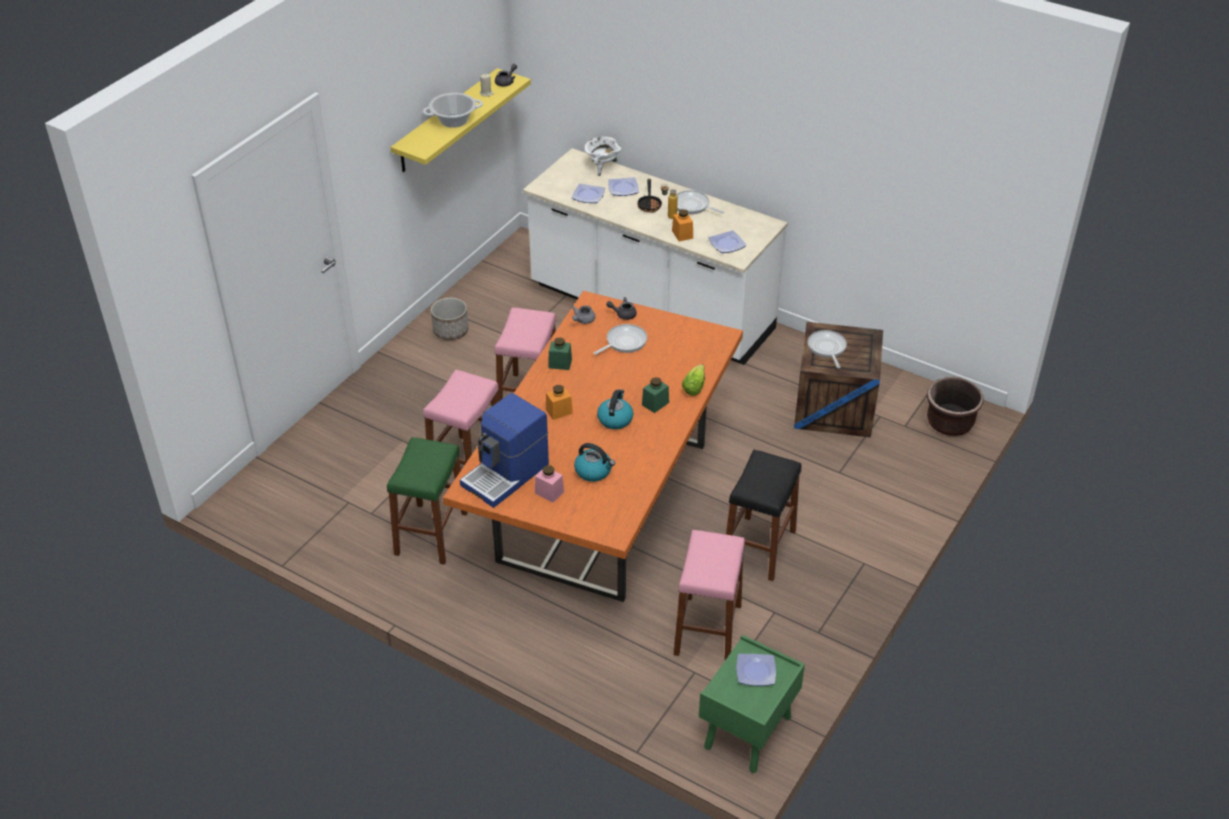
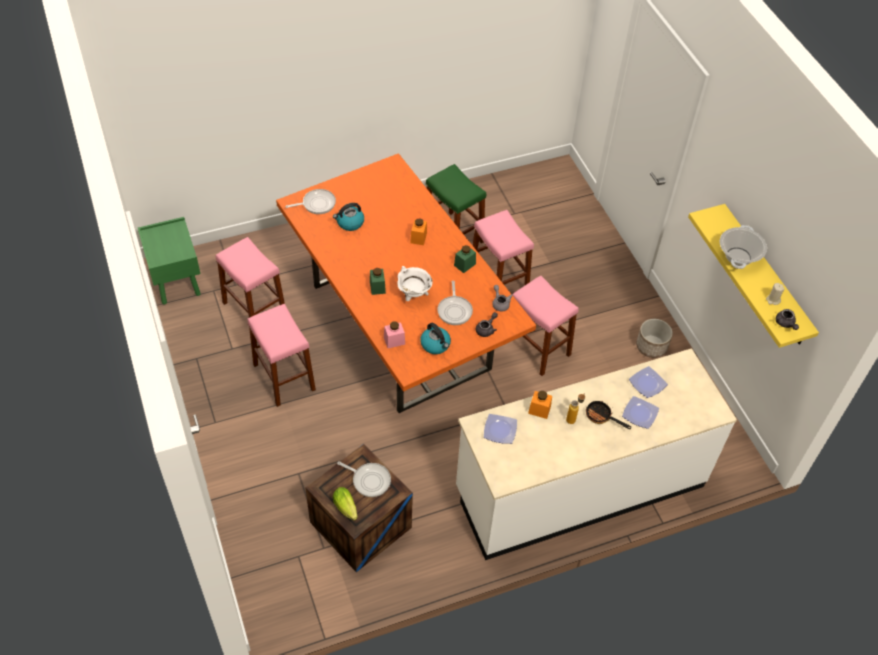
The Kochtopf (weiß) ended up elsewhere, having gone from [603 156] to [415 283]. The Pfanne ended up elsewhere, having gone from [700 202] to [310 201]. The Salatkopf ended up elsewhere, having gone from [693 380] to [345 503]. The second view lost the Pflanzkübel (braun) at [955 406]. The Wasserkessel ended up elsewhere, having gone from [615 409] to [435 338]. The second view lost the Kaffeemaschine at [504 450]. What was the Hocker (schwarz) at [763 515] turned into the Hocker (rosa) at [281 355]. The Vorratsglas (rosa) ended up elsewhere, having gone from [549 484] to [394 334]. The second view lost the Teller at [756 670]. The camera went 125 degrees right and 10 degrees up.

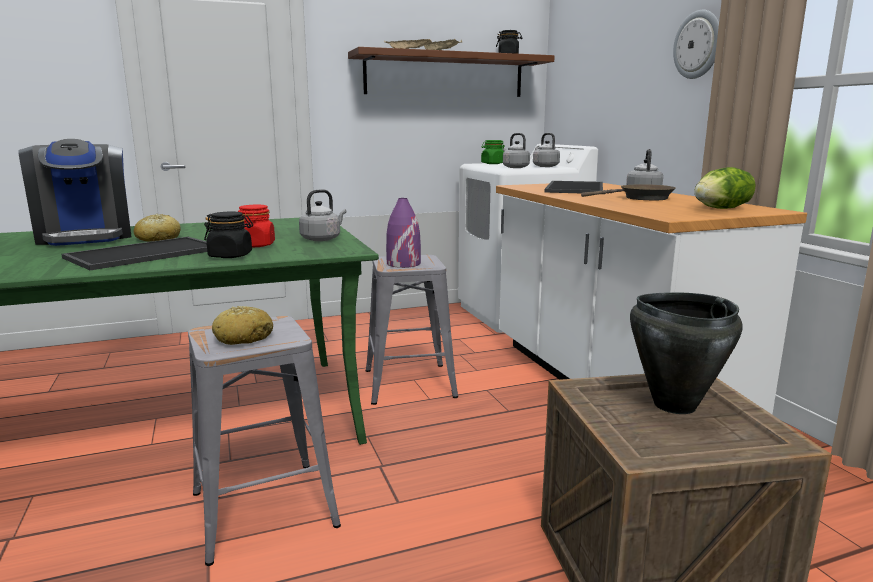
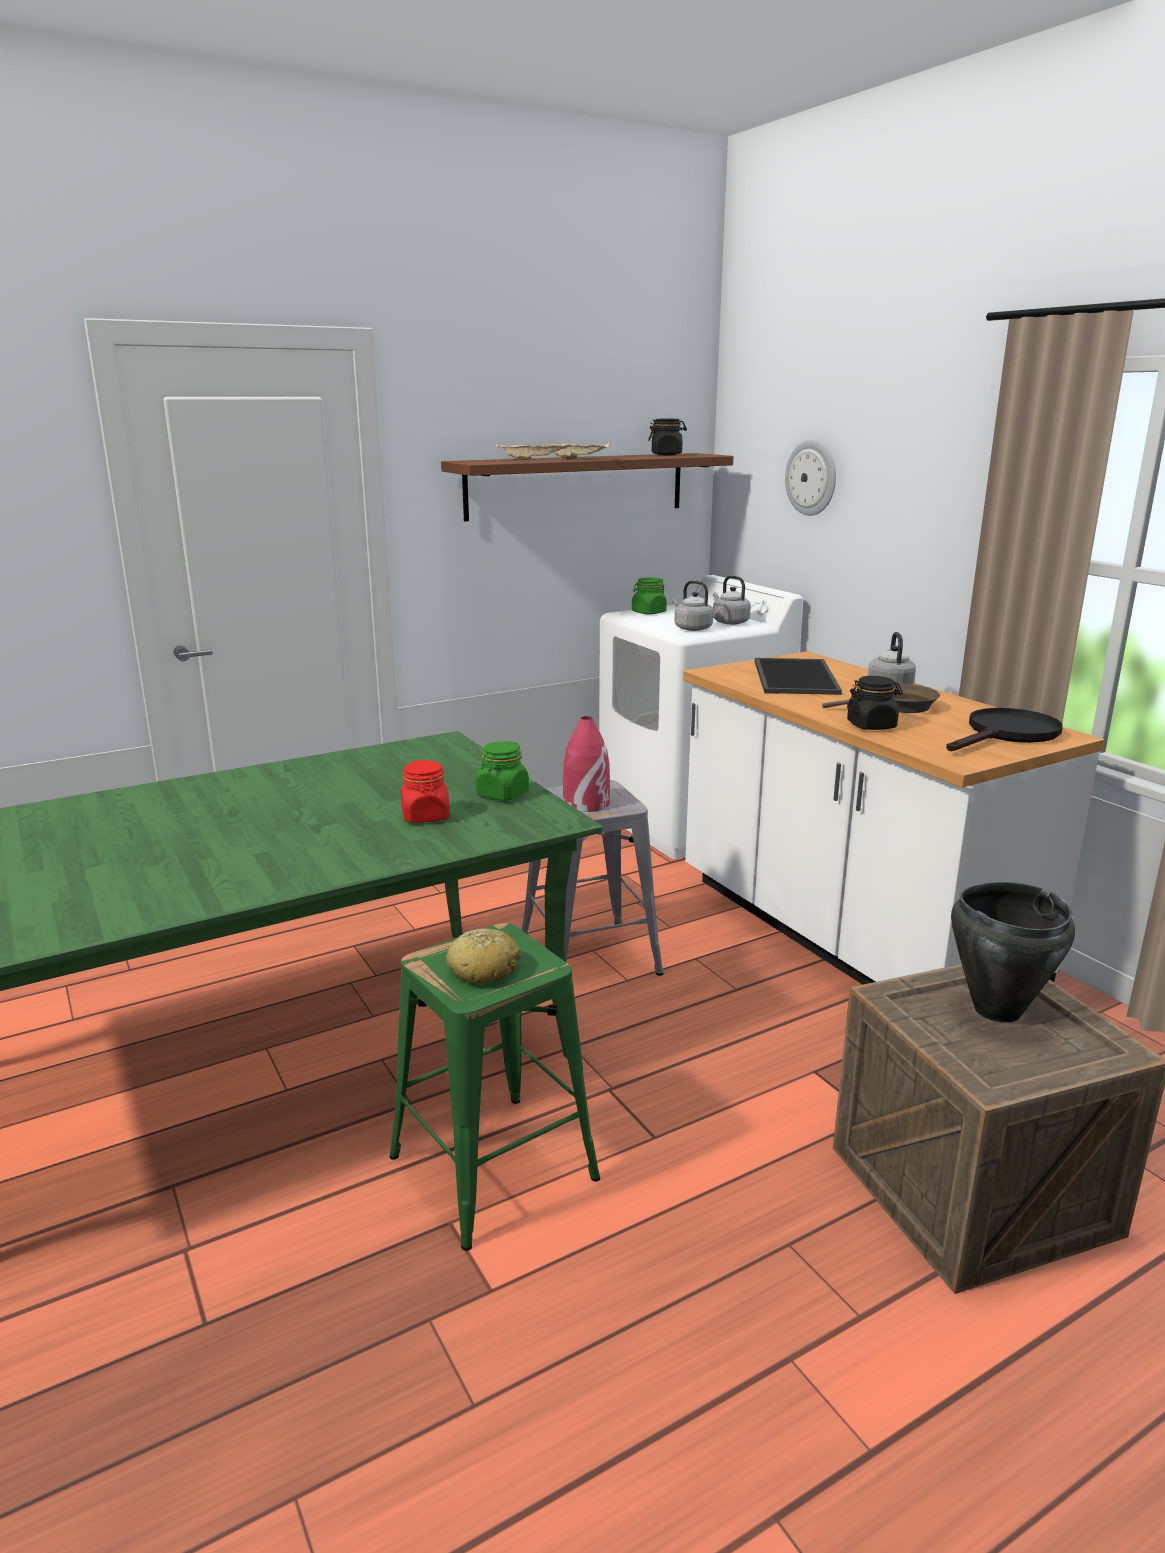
The Wanduhr ended up elsewhere, having gone from [696 44] to [810 478]. The second view lost the Kaffeemaschine at [75 192]. Where the Salatkopf stood at [725 188], the Pfanne (schwarz) came to stand at [1004 729]. Where the Wasserkessel (grau) stood at [323 215], the Vorratsglas (grün) came to stand at [502 771]. What was the Vase (lila) at [403 233] turned into the Vase (rot) at [586 764]. The Vorratsglas (schwarz) ended up elsewhere, having gone from [228 235] to [875 703]. The second view lost the Brot at [157 227]. The second view lost the Tablett at [134 253]. What was the Hocker (grau) at [264 441] turned into the Hocker (grün) at [495 1087]. The camera went 10 degrees left and 5 degrees up.

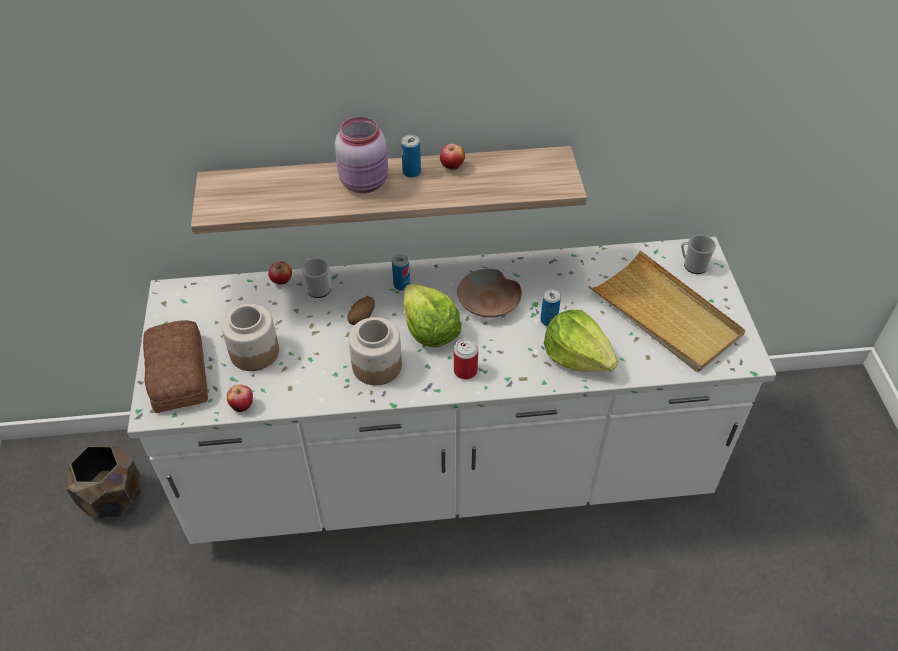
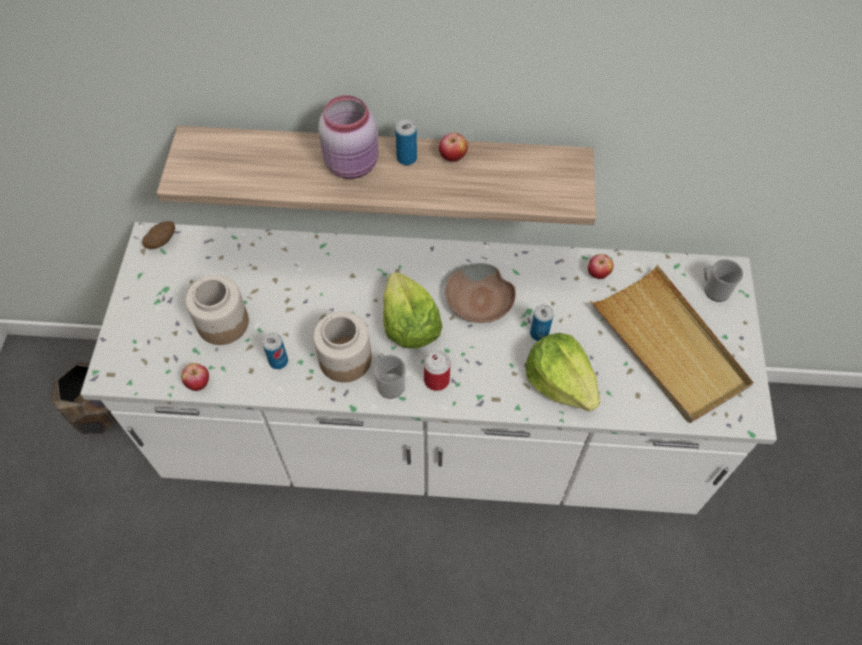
The Dose ended up elsewhere, having gone from [401 272] to [275 351]. The Henkelbecher ended up elsewhere, having gone from [316 278] to [389 376]. The Apfel ended up elsewhere, having gone from [280 273] to [601 266]. The Kartoffel ended up elsewhere, having gone from [361 311] to [158 235]. The second view lost the Brot at [175 366]. The camera went 10 degrees right and 10 degrees up.

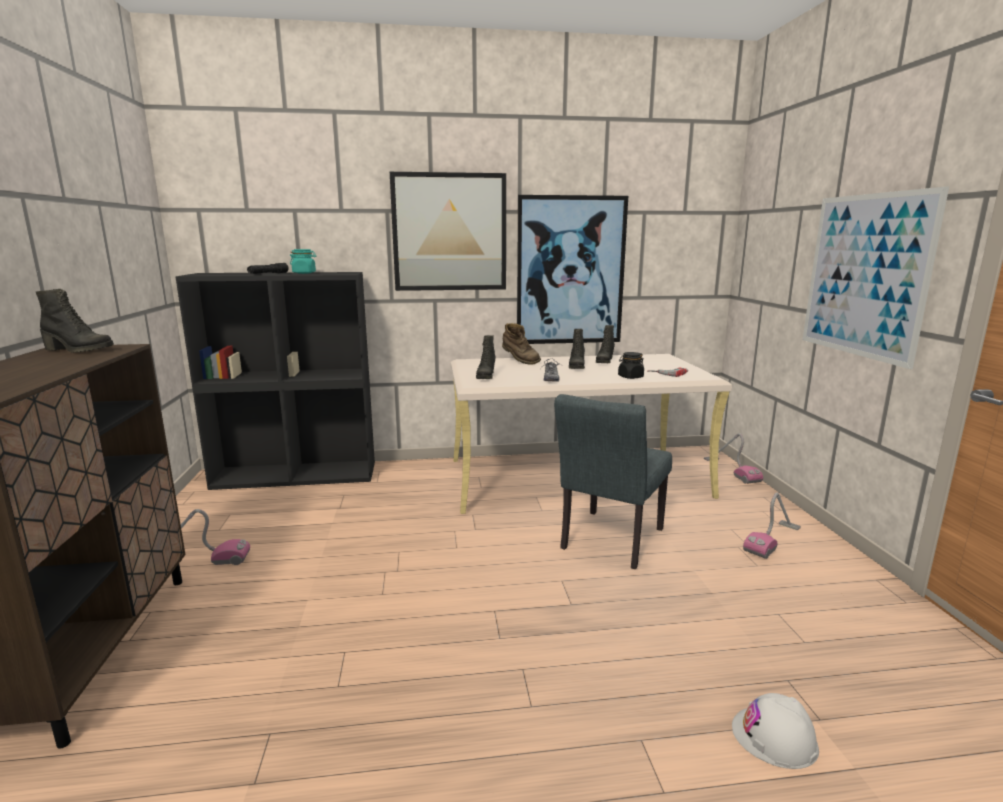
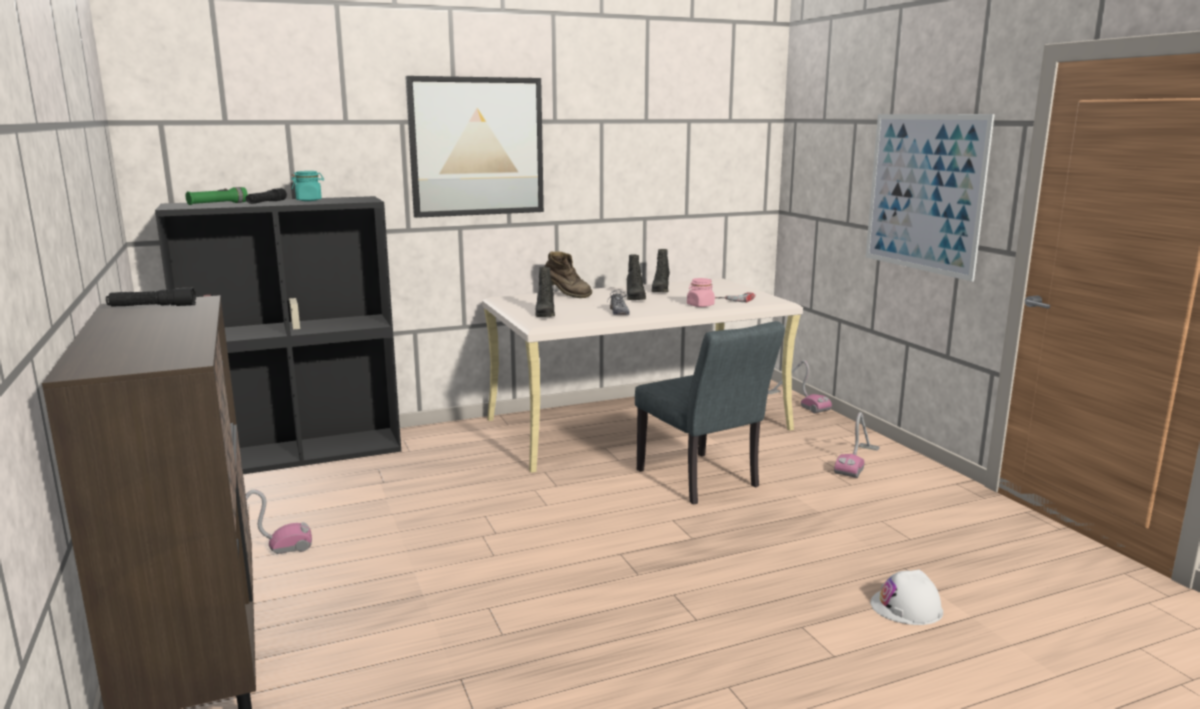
The second view lost the Bild at [572 269]. Where the Stiefel (schwarz) stood at [75 321], the Taschenlampe (schwarz) came to stand at [151 297]. What was the Vorratsglas (schwarz) at [631 365] turned into the Vorratsglas (rosa) at [701 292]. The Stuhl (grau) at [613 481] ended up facing another way, 45 degrees counterclockwise from before. The second view gained the Taschenlampe (grün) at [217 196]. The camera went 15 degrees left and 0 degrees up.

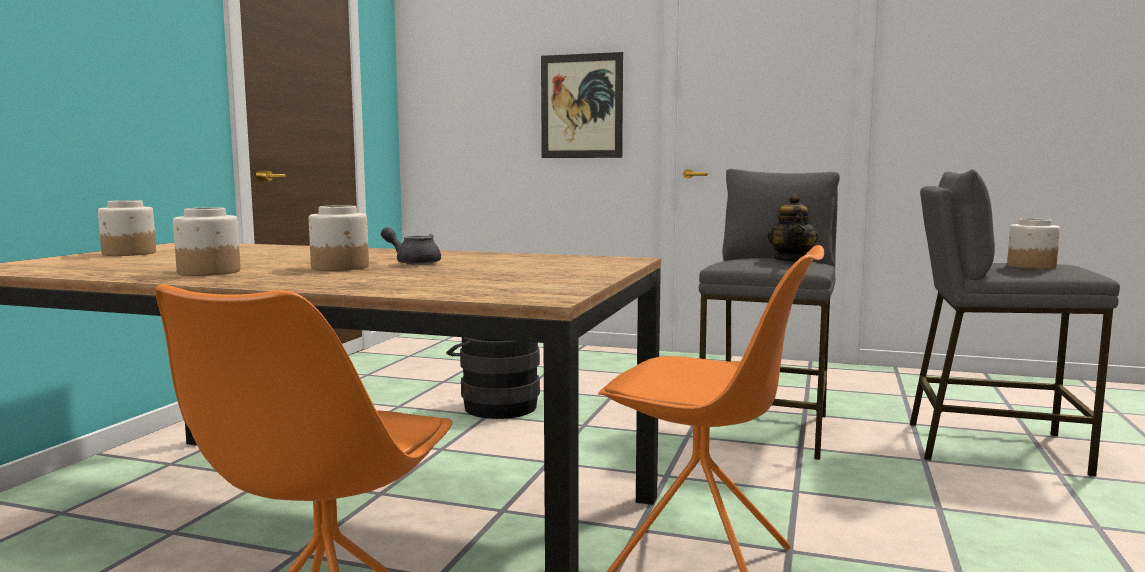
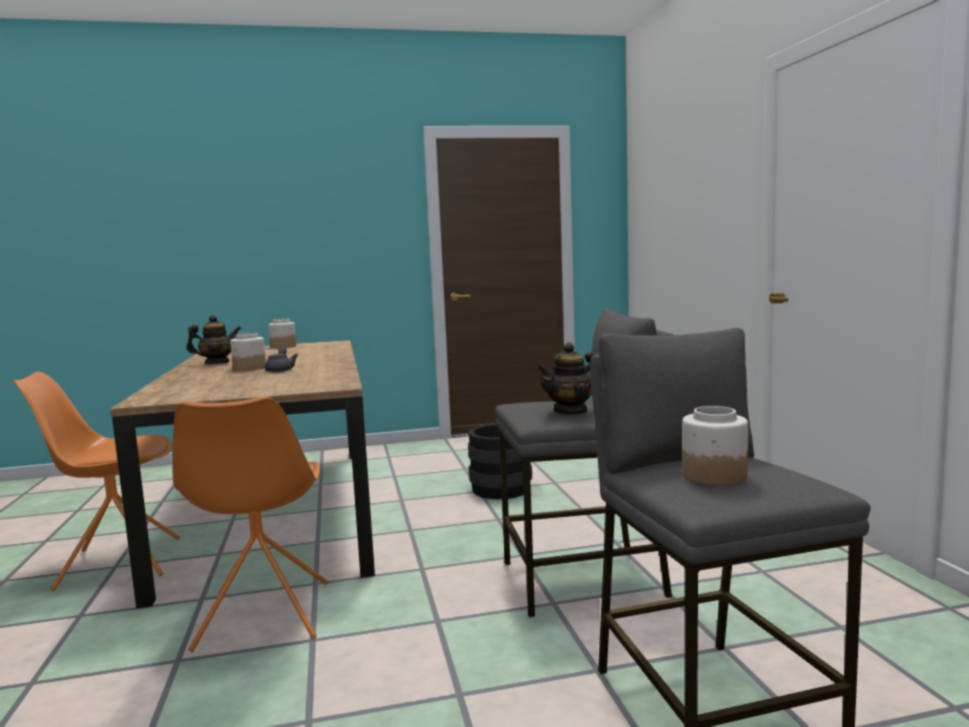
The second view lost the Bild at [582 105]. Where the Vorratsglas stood at [207 241], the Teekanne came to stand at [214 339]. The camera went 60 degrees right and 0 degrees up.

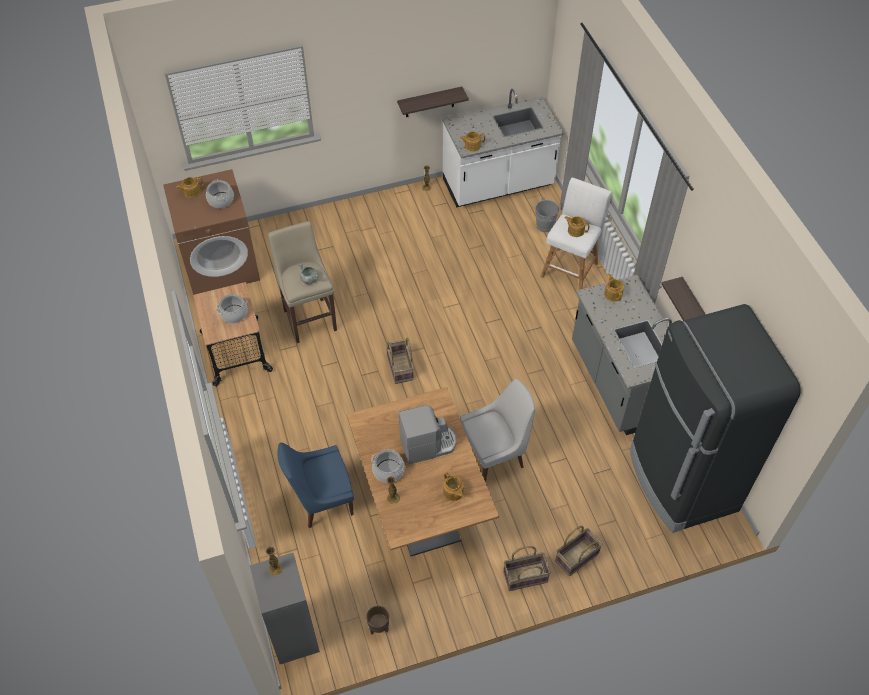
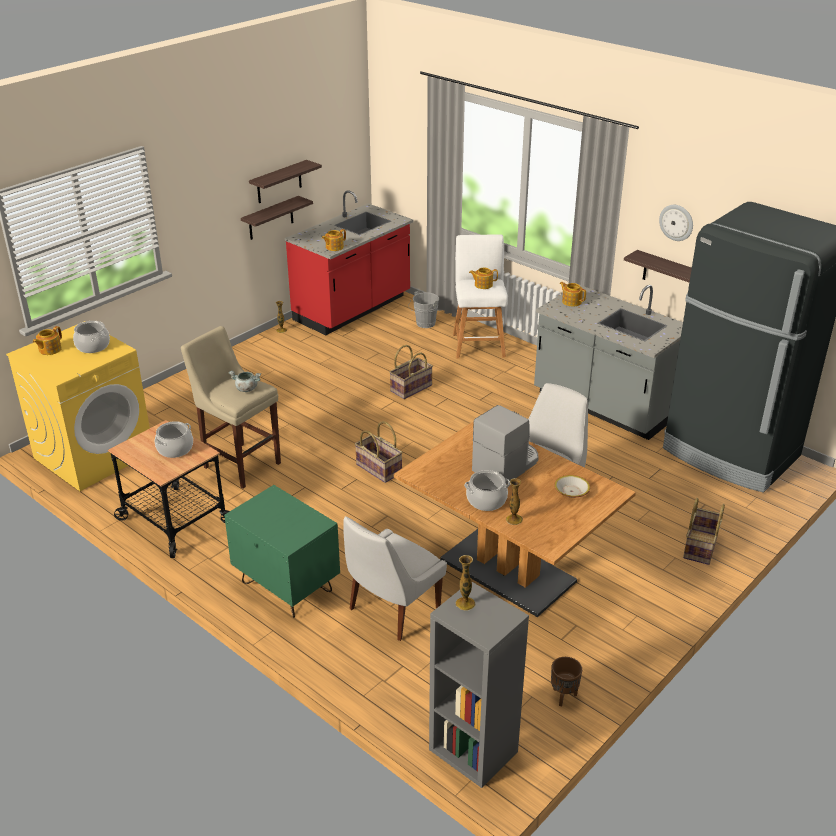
What was the Küchenzeile (weiß) at [503 148] turned into the Küchenzeile (rot) at [349 262]. What was the Waschmaschine (braun) at [211 232] turned into the Waschmaschine (gelb) at [78 406]. What was the Stuhl (blau) at [316 485] turned into the Stuhl (weiß) at [395 578]. Where the Teekanne stood at [453 486], the Schüssel came to stand at [572 486]. The Korb ended up elsewhere, having gone from [527 568] to [411 372]. The second view gained the Wandregal at [285 181]. The second view gained the Wanduhr at [676 223]. The second view gained the Nachttisch (grün) at [282 551]. The camera went 30 degrees left and 20 degrees down.

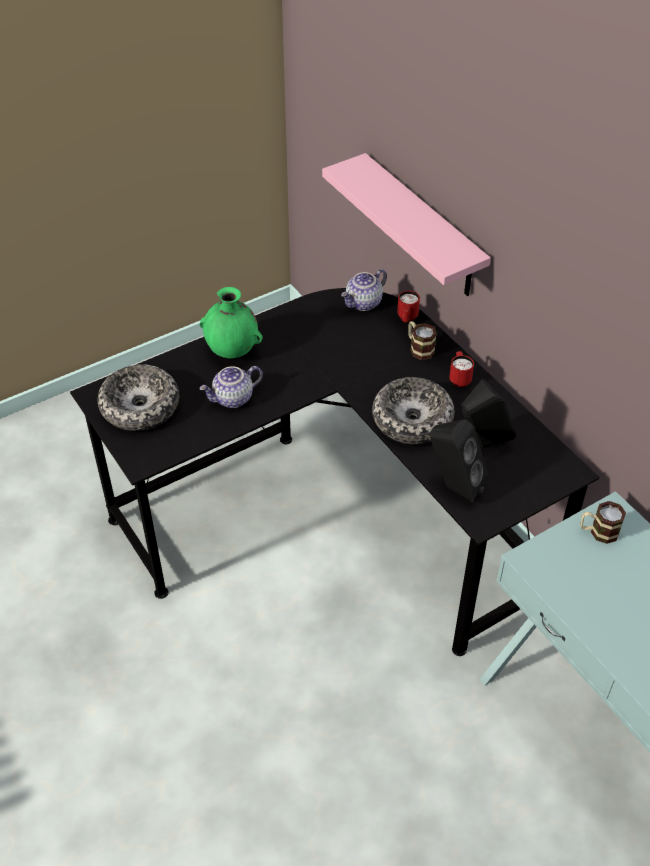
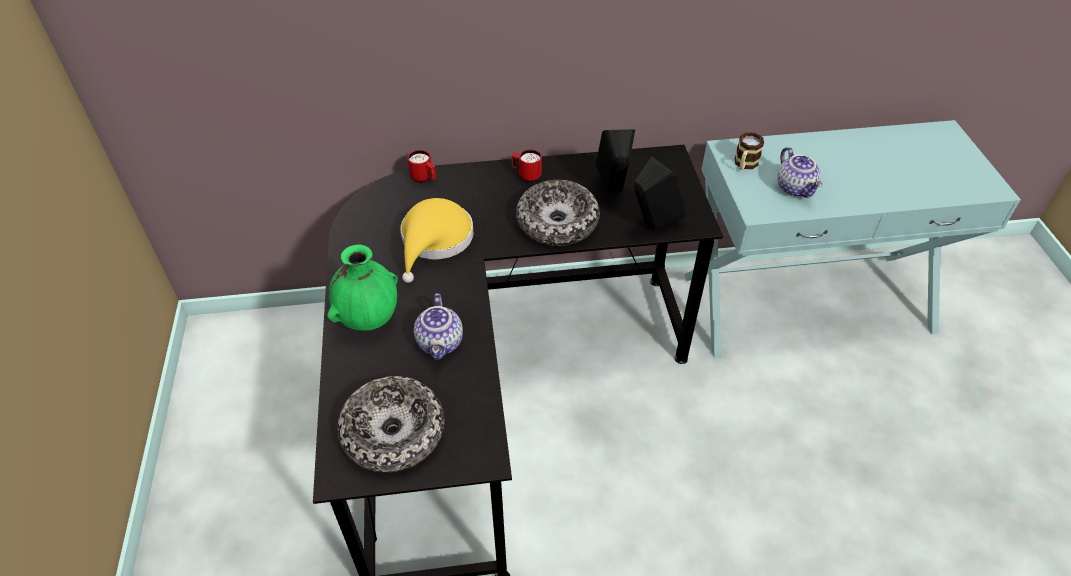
The second view lost the Wandregal (rosa) at [406 224]. The Teekanne ended up elsewhere, having gone from [364 290] to [799 172]. The second view lost the Henkelbecher at [422 340]. The second view gained the Hut (gelb) at [436 240]. The camera went 65 degrees left and 0 degrees up.

